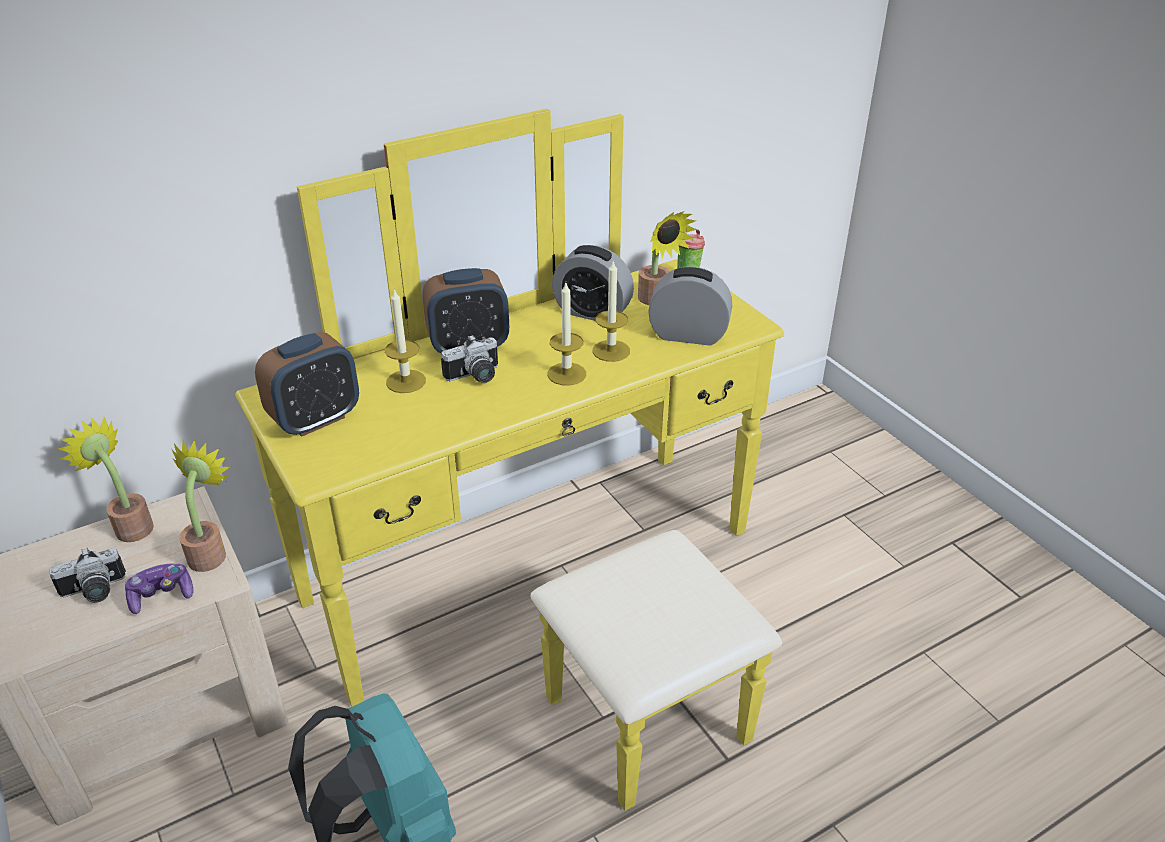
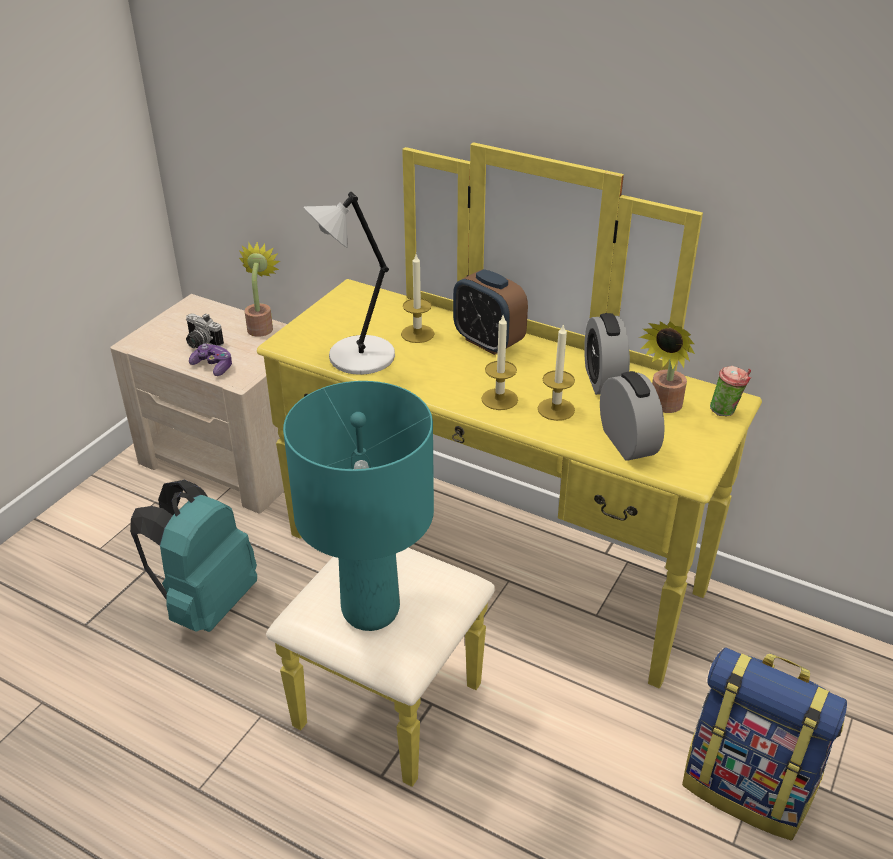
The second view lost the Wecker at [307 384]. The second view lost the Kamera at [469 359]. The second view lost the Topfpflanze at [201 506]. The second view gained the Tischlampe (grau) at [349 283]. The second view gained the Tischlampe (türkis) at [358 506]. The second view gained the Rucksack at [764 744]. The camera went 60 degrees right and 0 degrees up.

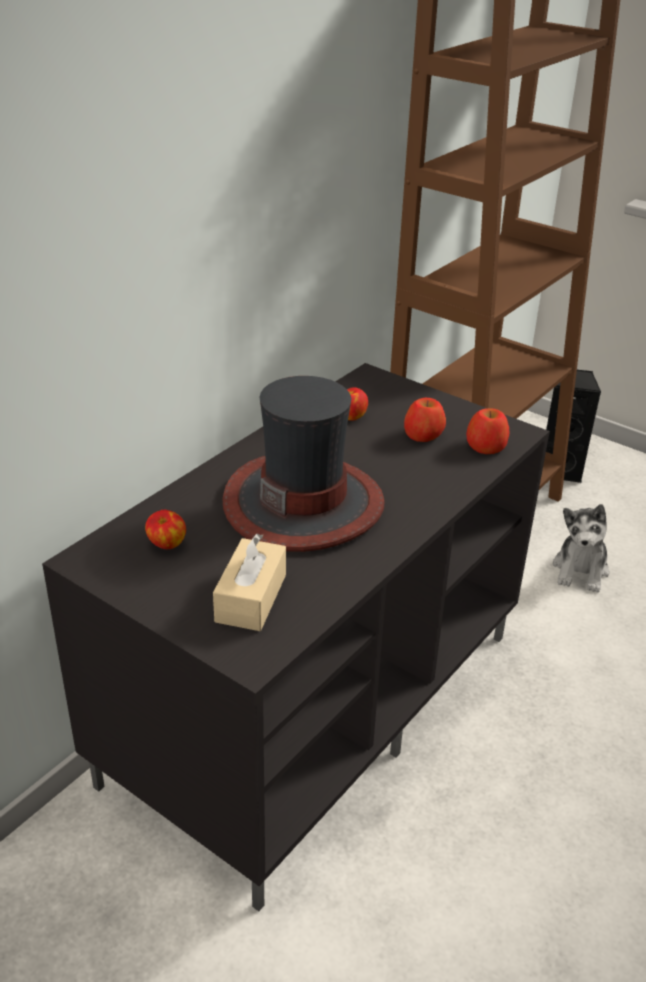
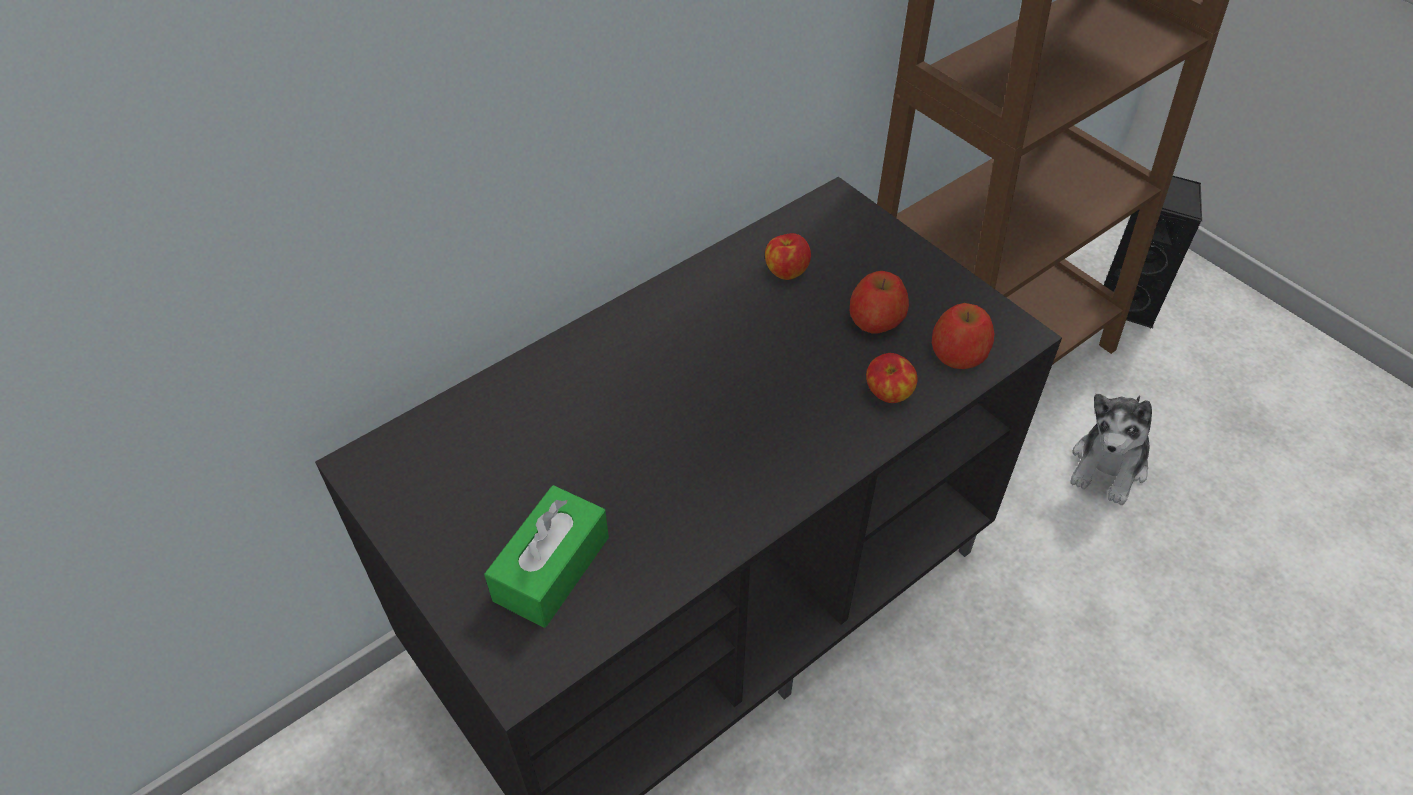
The second view lost the Hut at [303 464]. The Apfel ended up elsewhere, having gone from [165 529] to [892 378]. What was the Taschentuchbox (beige) at [249 582] turned into the Taschentuchbox (grün) at [546 556]. The camera went 15 degrees right and 15 degrees up.

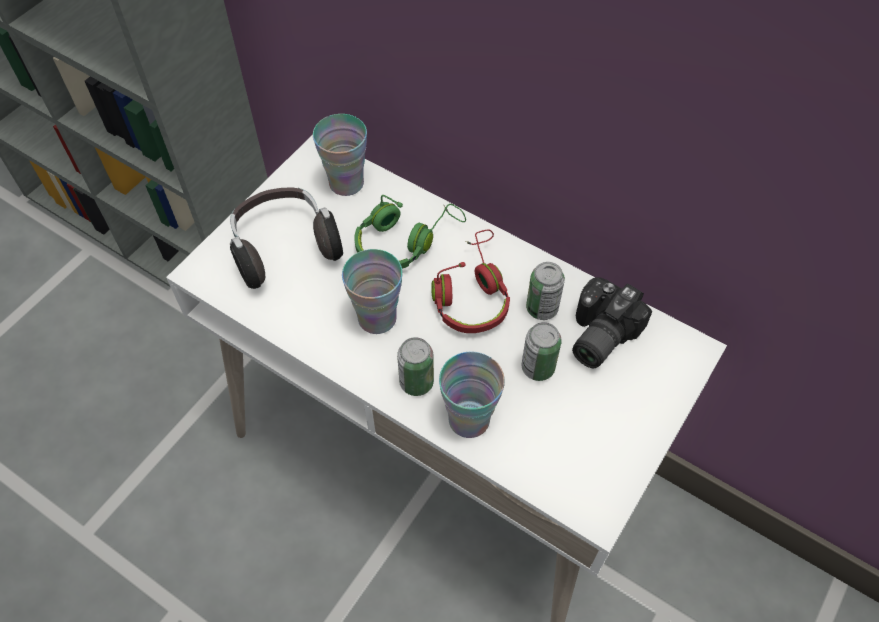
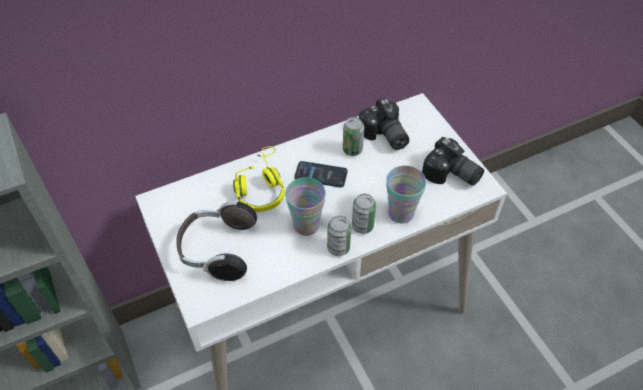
The second view lost the Tasse at [340 155]. What was the Kopfhörer (grün) at [410 232] turned into the Kopfhörer (gelb) at [259 179]. Where the Kopfhörer (rot) stood at [470 281], the Handy came to stand at [321 174]. The Dose ended up elsewhere, having gone from [541 351] to [339 236]. The second view gained the Kamera at [453 161]. The camera went 60 degrees left and 5 degrees down.

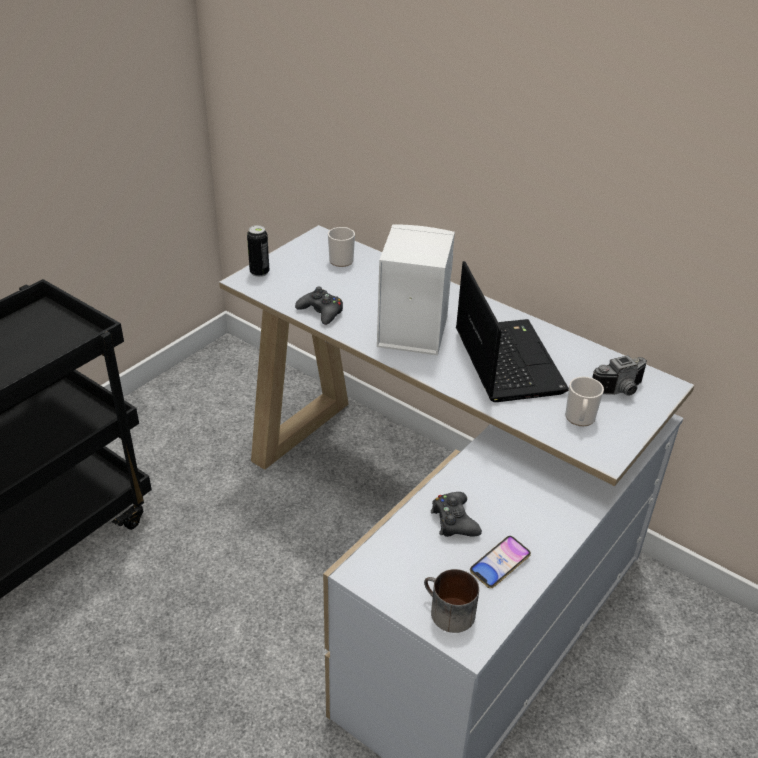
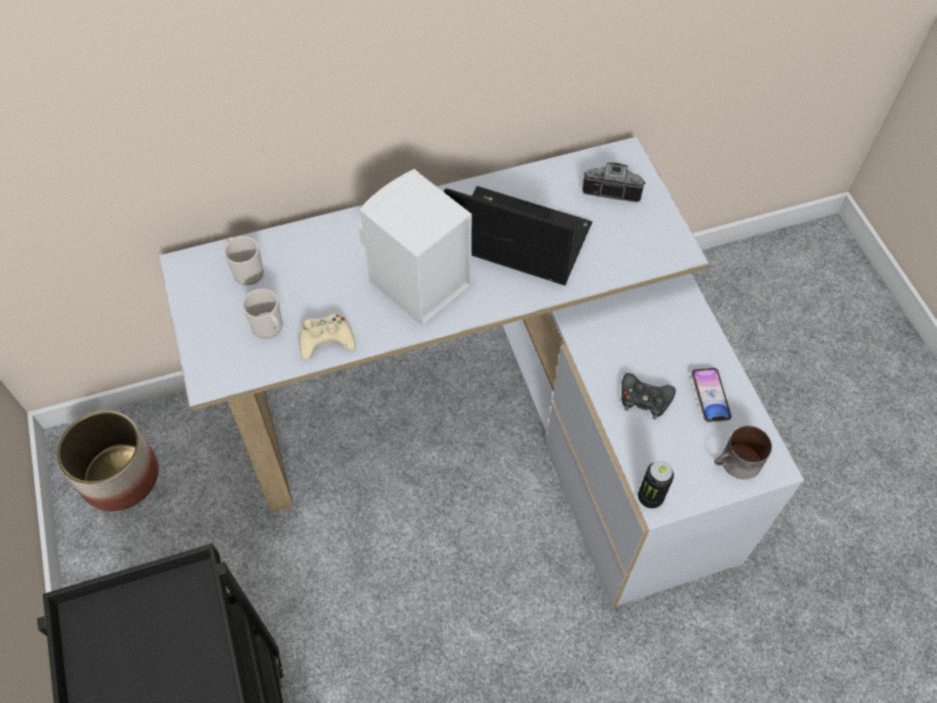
The Dose ended up elsewhere, having gone from [258 251] to [656 484]. What was the Gamepad (schwarz) at [319 305] turned into the Gamepad (beige) at [327 337]. The Kamera at [619 375] ended up facing another way, 90 degrees counterclockwise from before. The Henkelbecher ended up elsewhere, having gone from [584 401] to [262 313]. The second view gained the Pflanzkübel at [107 461]. The camera went 55 degrees left and 20 degrees up.

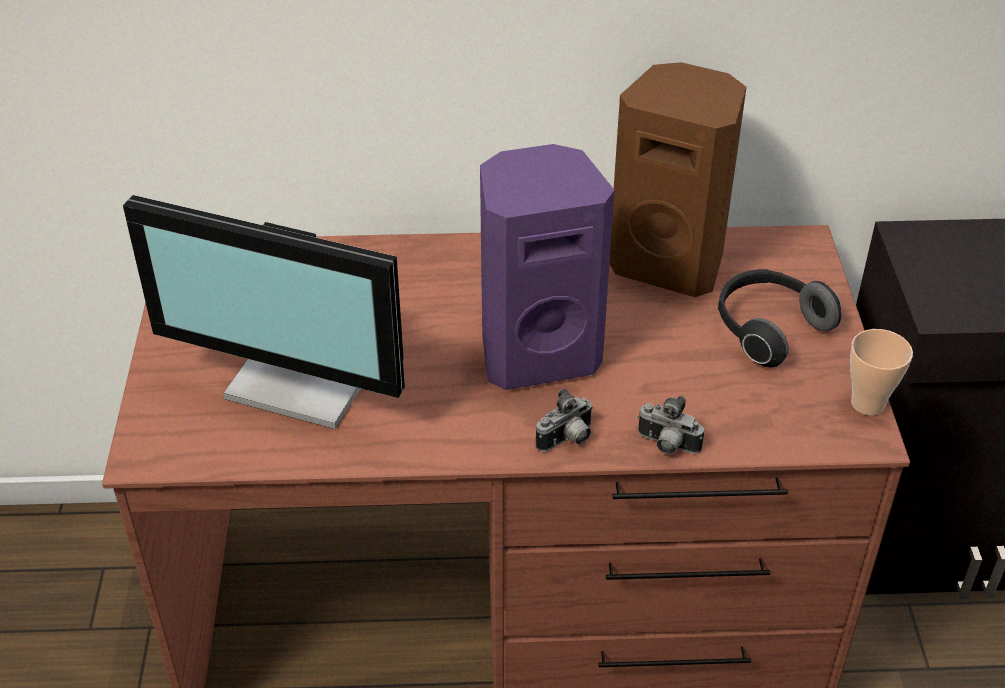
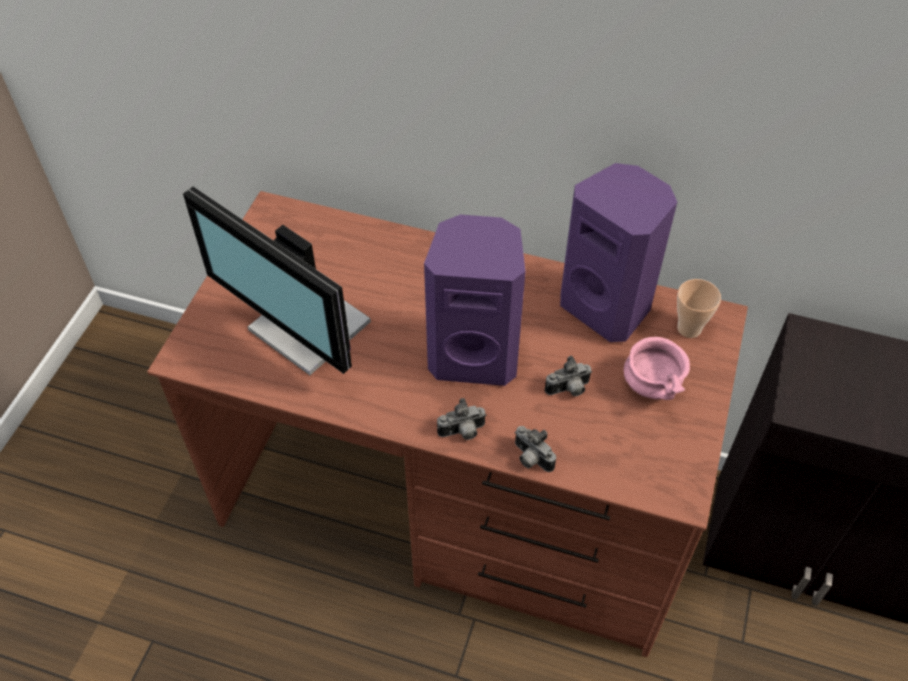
What was the Lautsprecher (braun) at [678 179] turned into the Lautsprecher (lila) at [618 252]. Where the Kopfhörer stood at [779 318], the Schüssel (rosa) came to stand at [657 368]. The Tasse ended up elsewhere, having gone from [881 372] to [699 308]. The second view gained the Kamera at [568 376]. The camera went 20 degrees right and 10 degrees up.

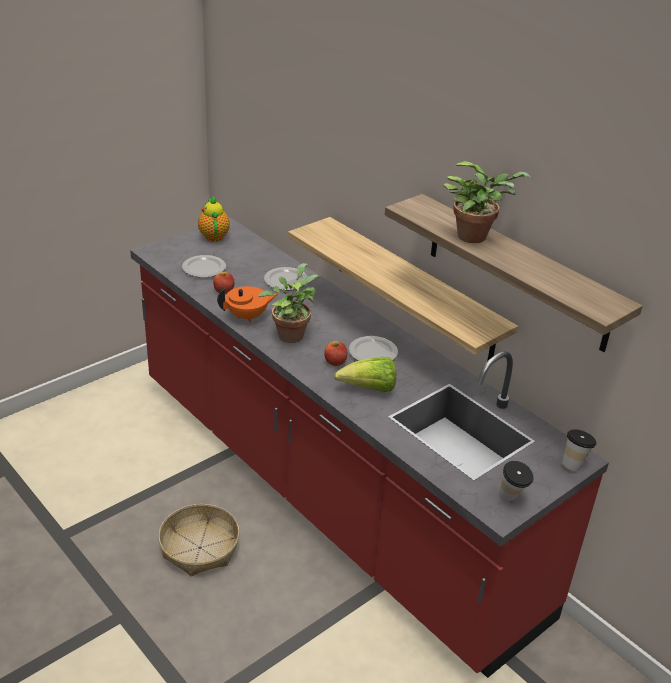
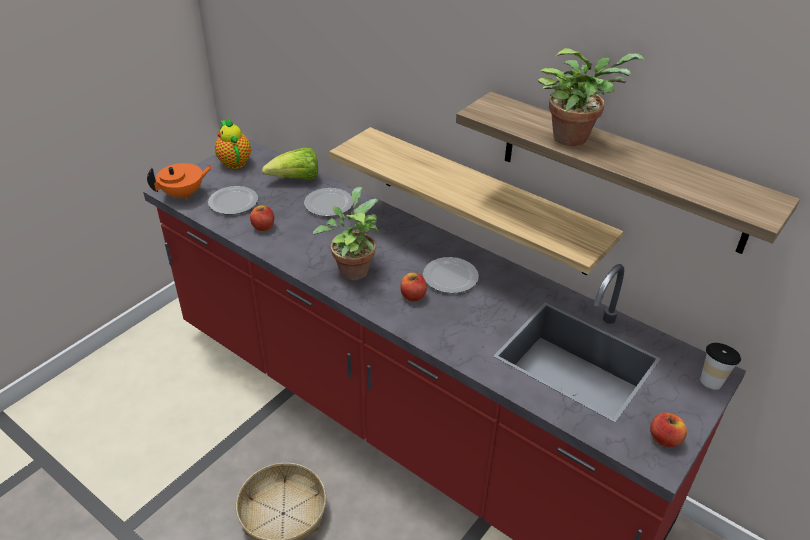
The Teekanne (orange) ended up elsewhere, having gone from [248 304] to [180 182]. The Salatkopf ended up elsewhere, having gone from [365 374] to [290 164]. Where the Tasse stood at [515 481], the Apfel came to stand at [668 430]. The camera went 10 degrees left and 5 degrees up.

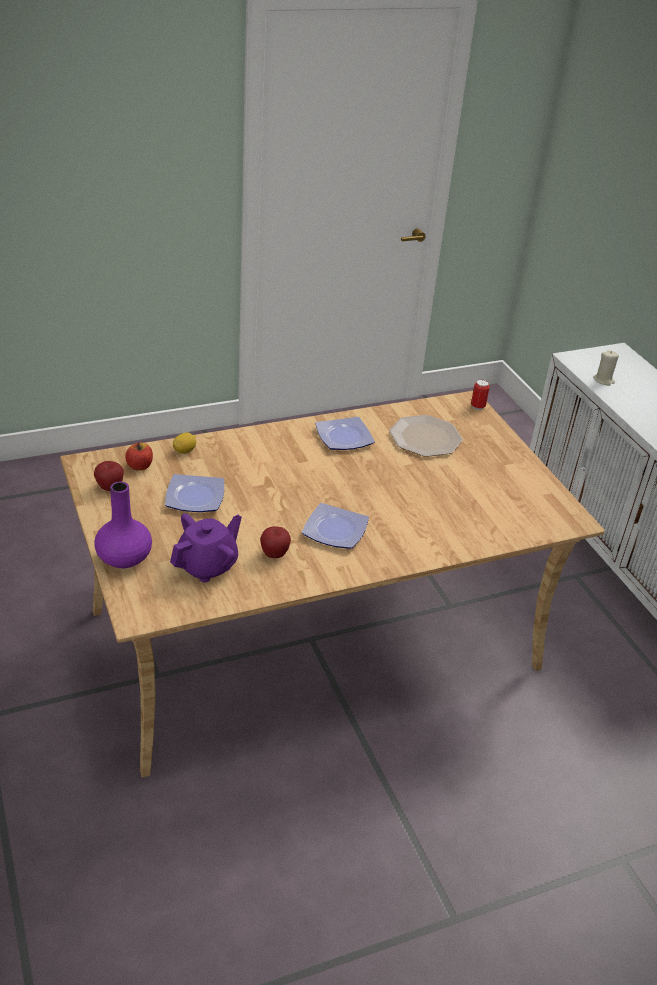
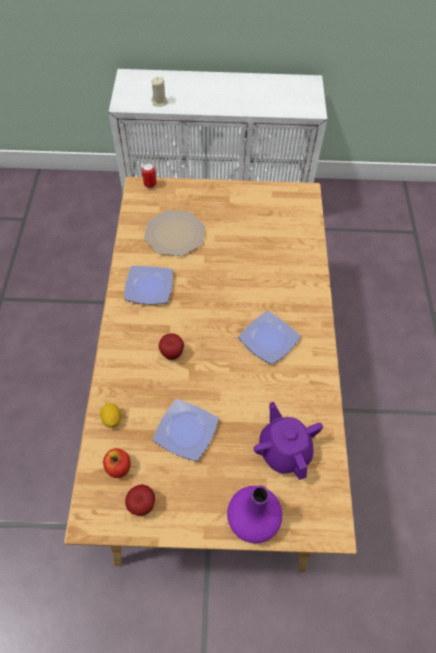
The Apfel ended up elsewhere, having gone from [275 542] to [171 346]. The camera went 65 degrees left and 20 degrees up.

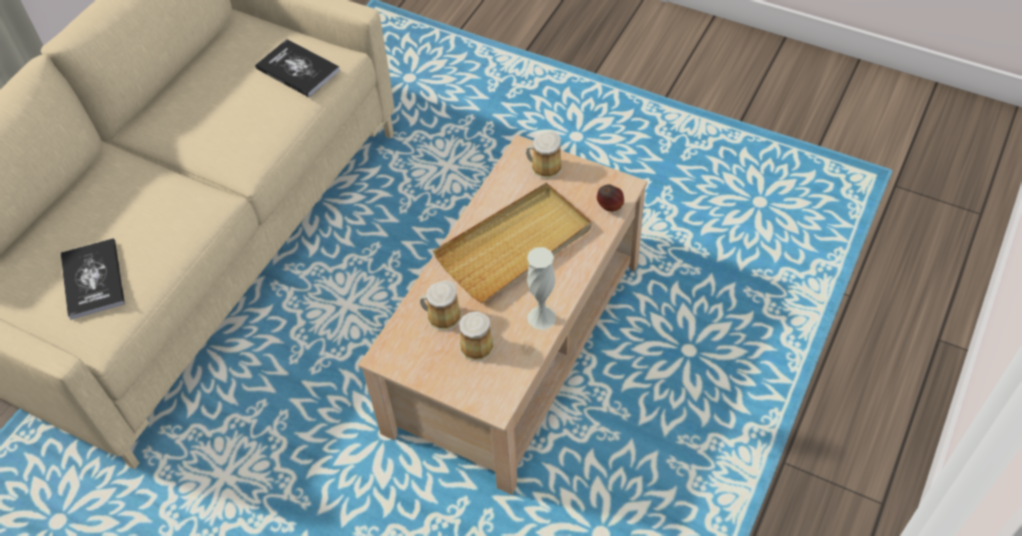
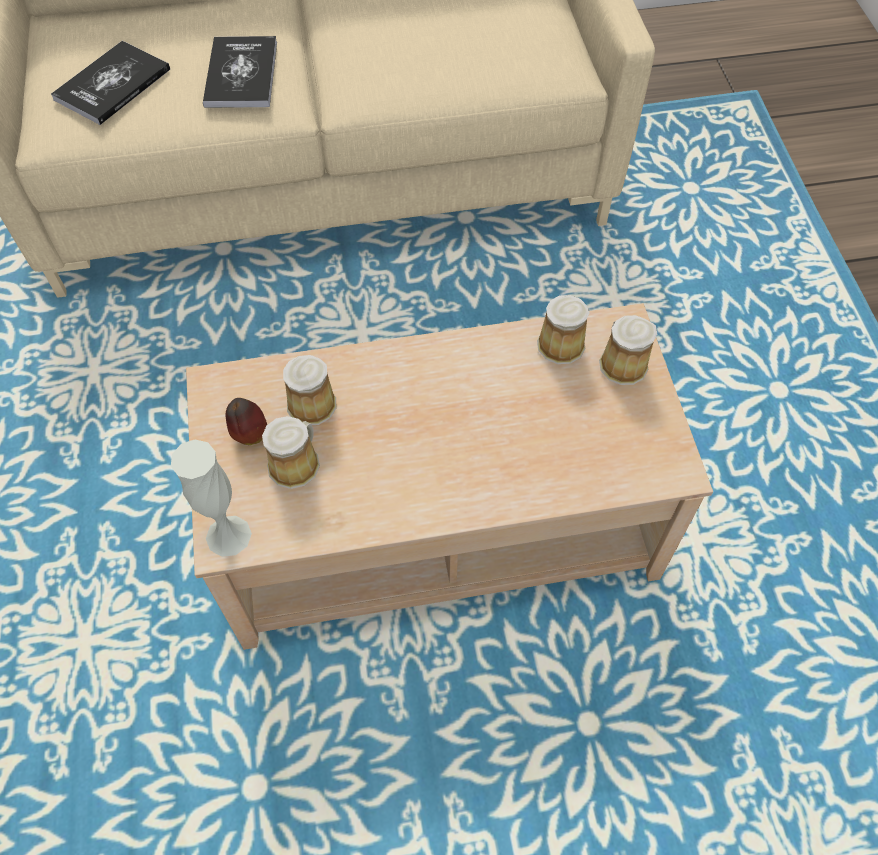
The Buch ended up elsewhere, having gone from [297 68] to [240 72]. The second view lost the Tablett (beige) at [512 242]. The Apfel ended up elsewhere, having gone from [610 198] to [246 421]. The Vase (weiß) ended up elsewhere, having gone from [541 288] to [211 498]. The second view gained the Henkelbecher at [563 329]. The camera went 50 degrees right and 5 degrees up.

